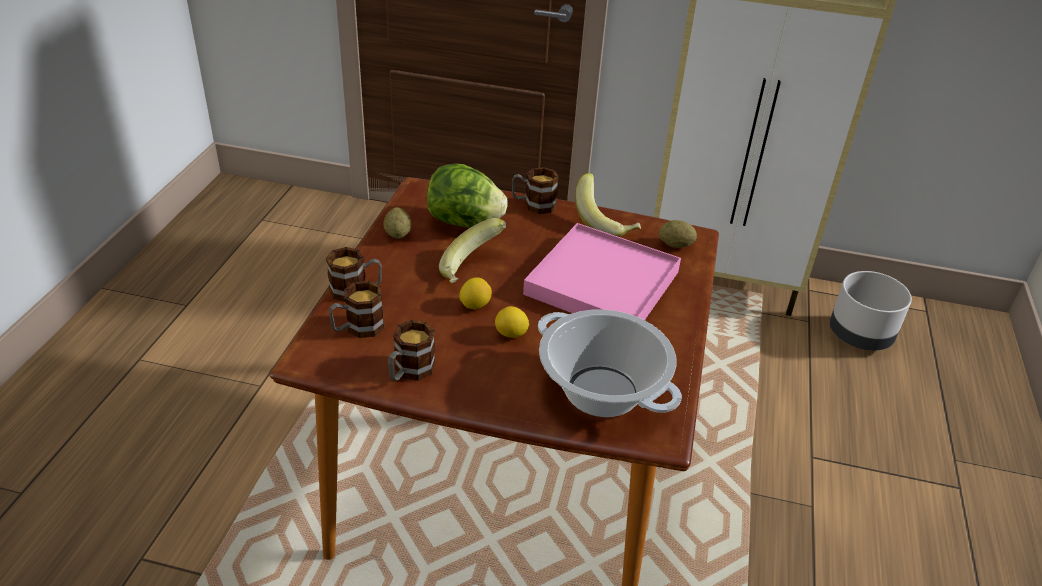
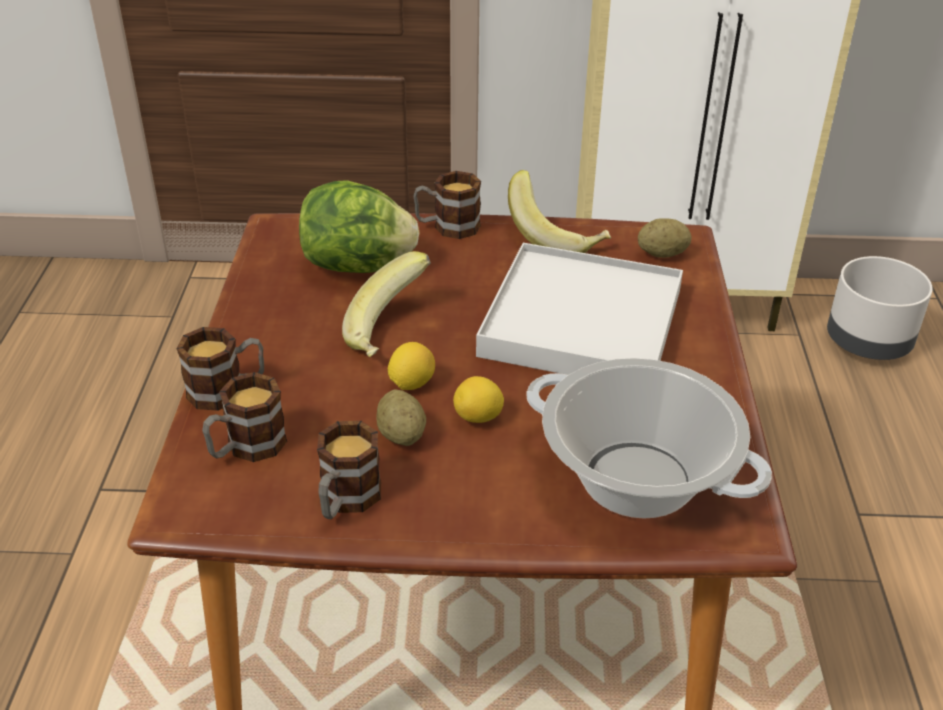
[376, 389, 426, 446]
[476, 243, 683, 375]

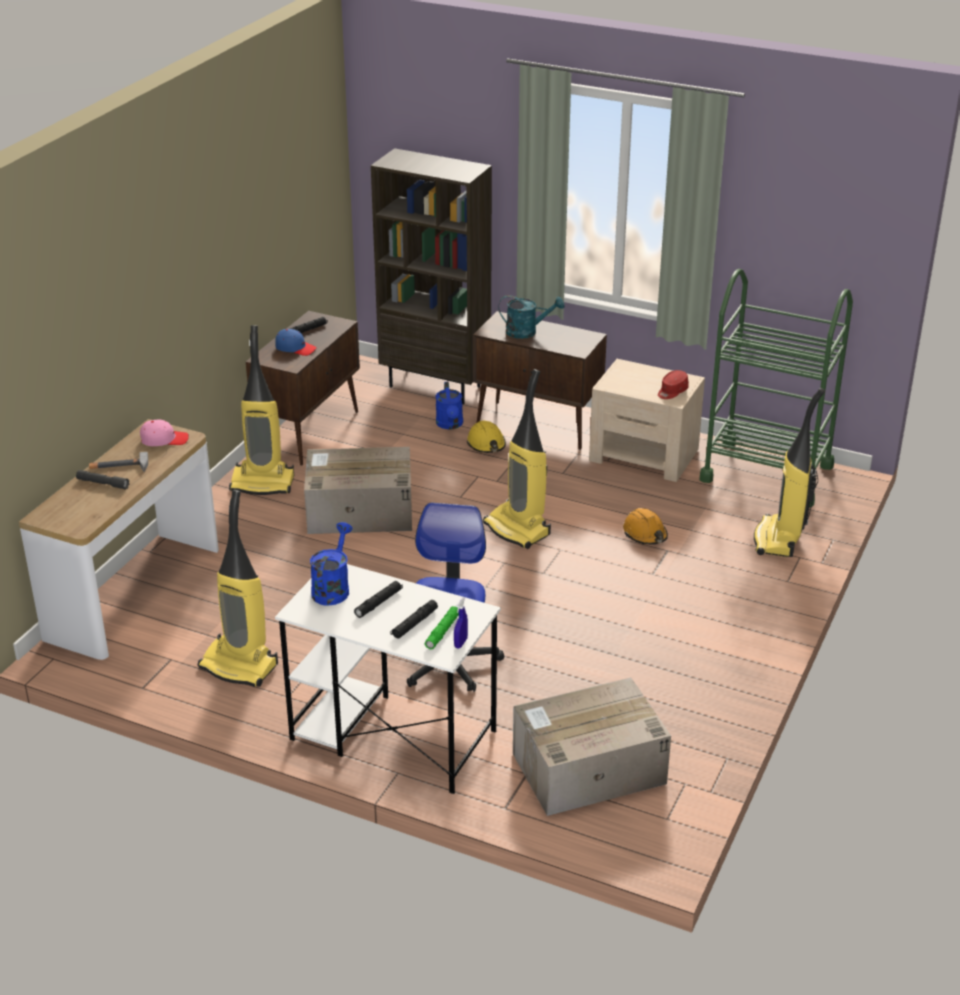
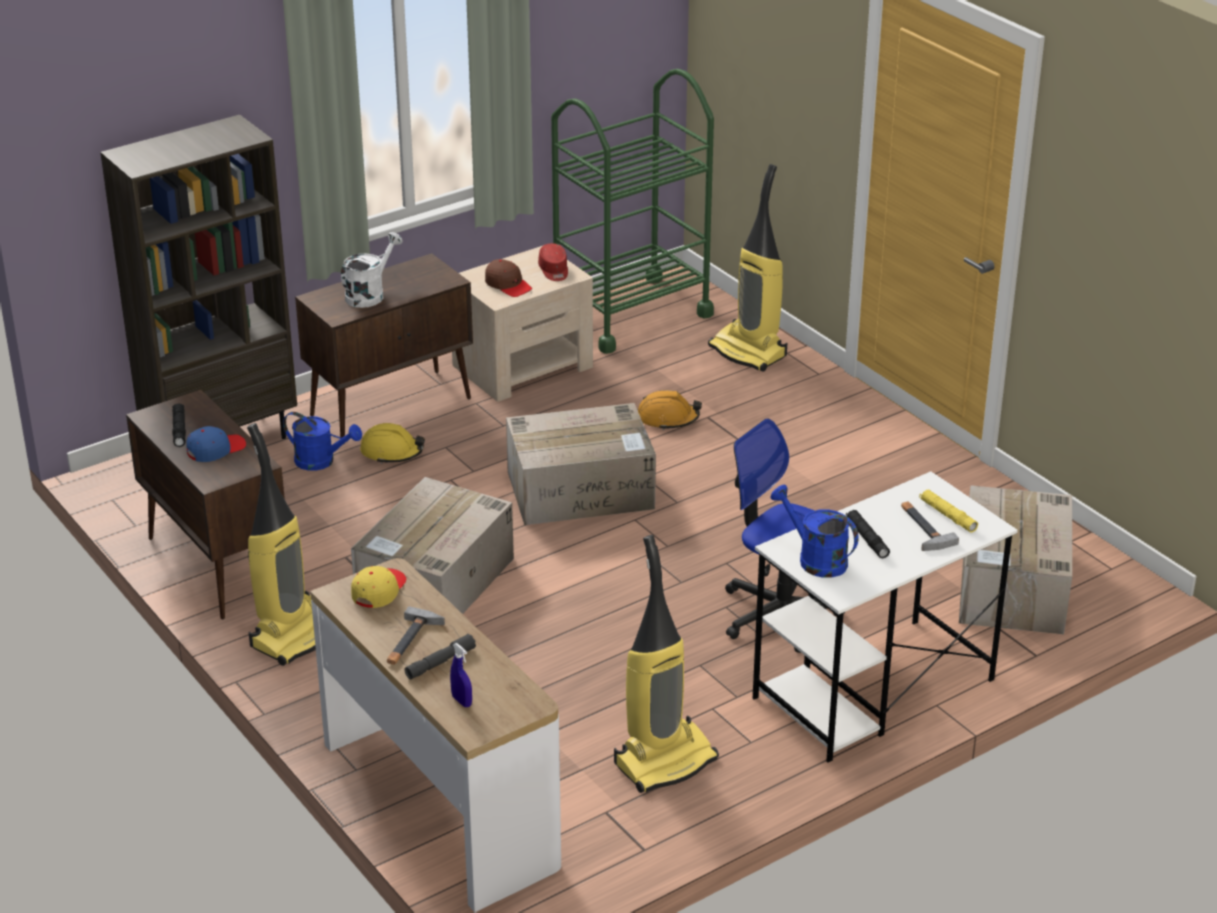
[485, 259, 532, 297]
[450, 643, 472, 707]
[901, 502, 959, 551]
[506, 403, 656, 525]
[351, 566, 406, 608]
[919, 490, 978, 532]
[341, 232, 403, 308]

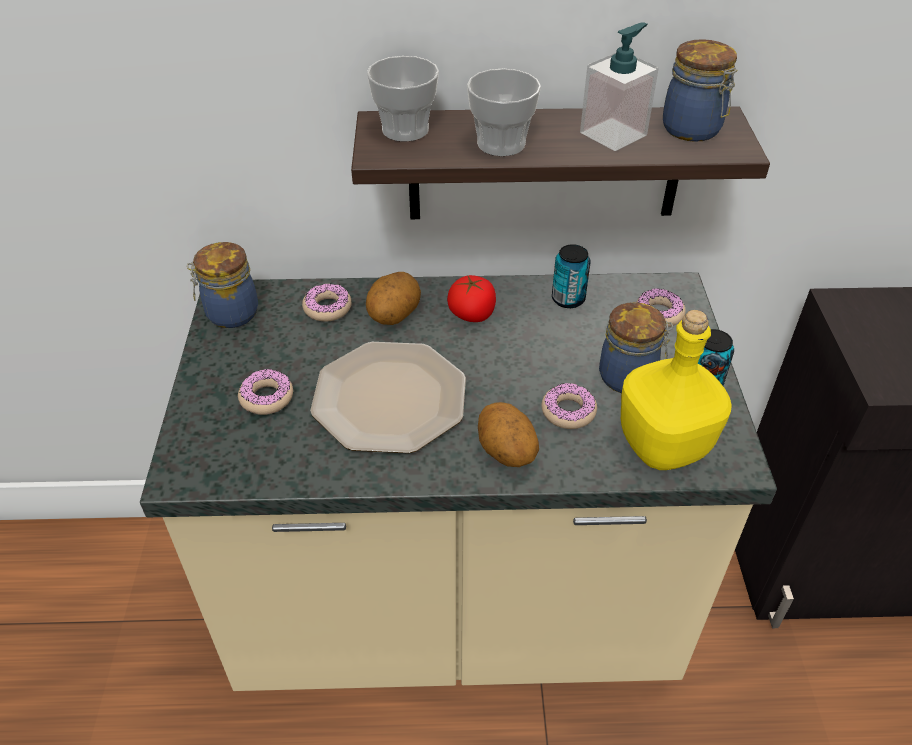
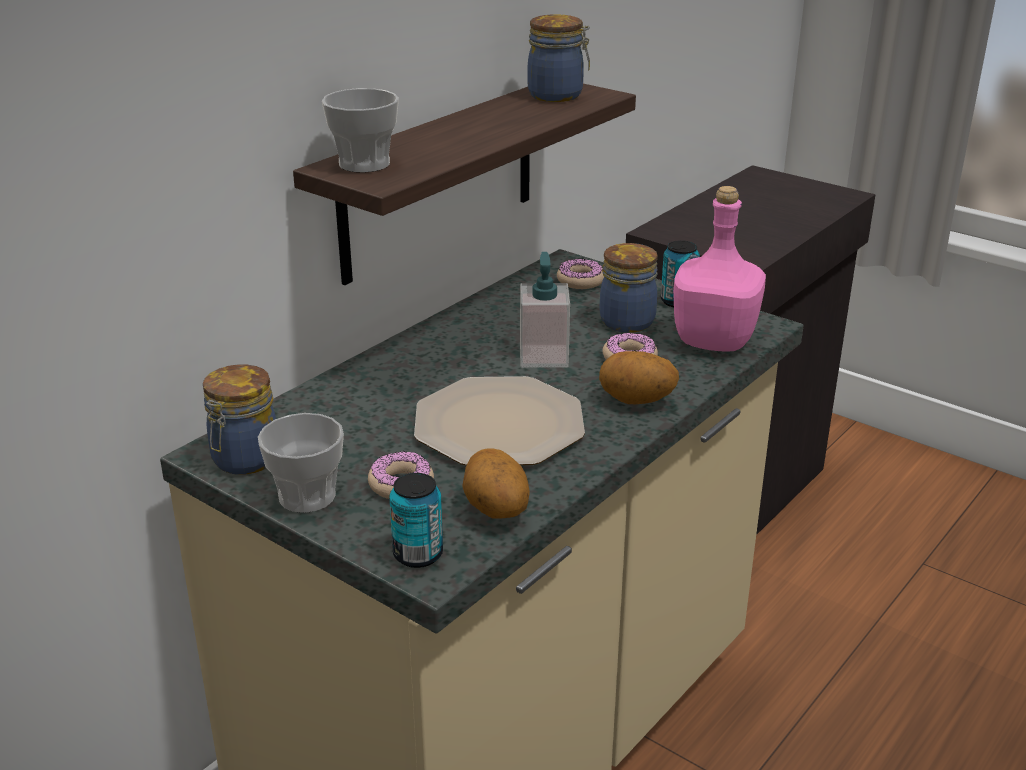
[302, 283, 352, 322] (first image)
[447, 275, 496, 322] (first image)
[462, 448, 530, 519]
[258, 413, 344, 513]
[389, 473, 443, 568]
[520, 252, 570, 368]
[673, 186, 766, 352]

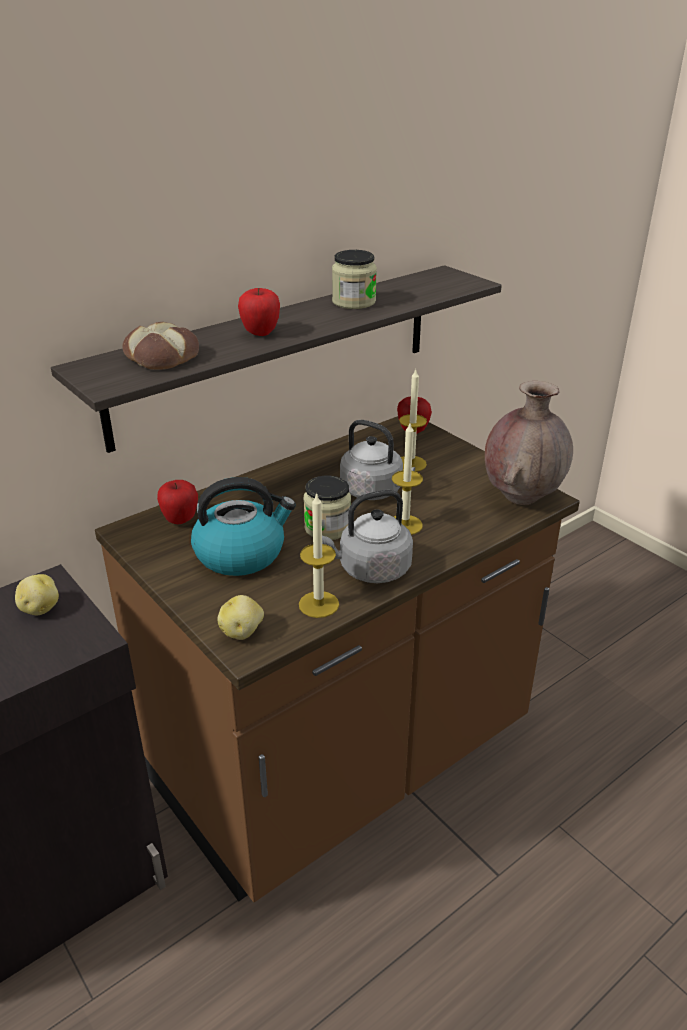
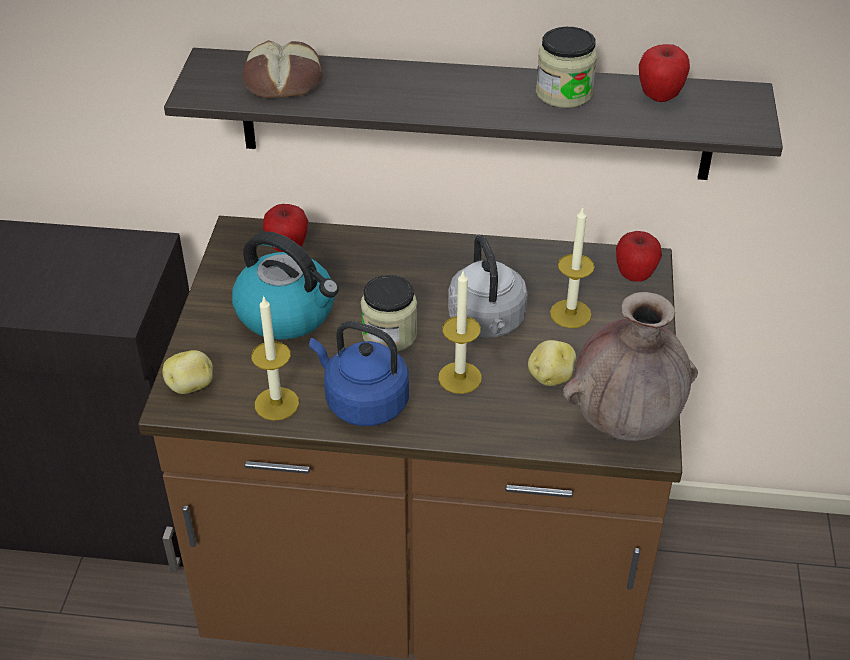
[528, 340, 576, 386]
[639, 44, 690, 102]
[309, 321, 409, 426]

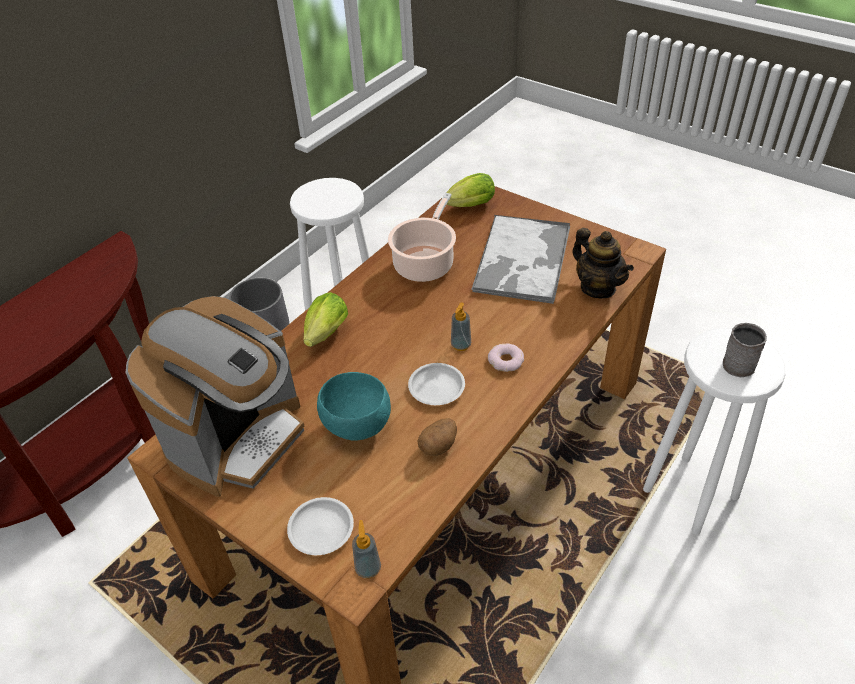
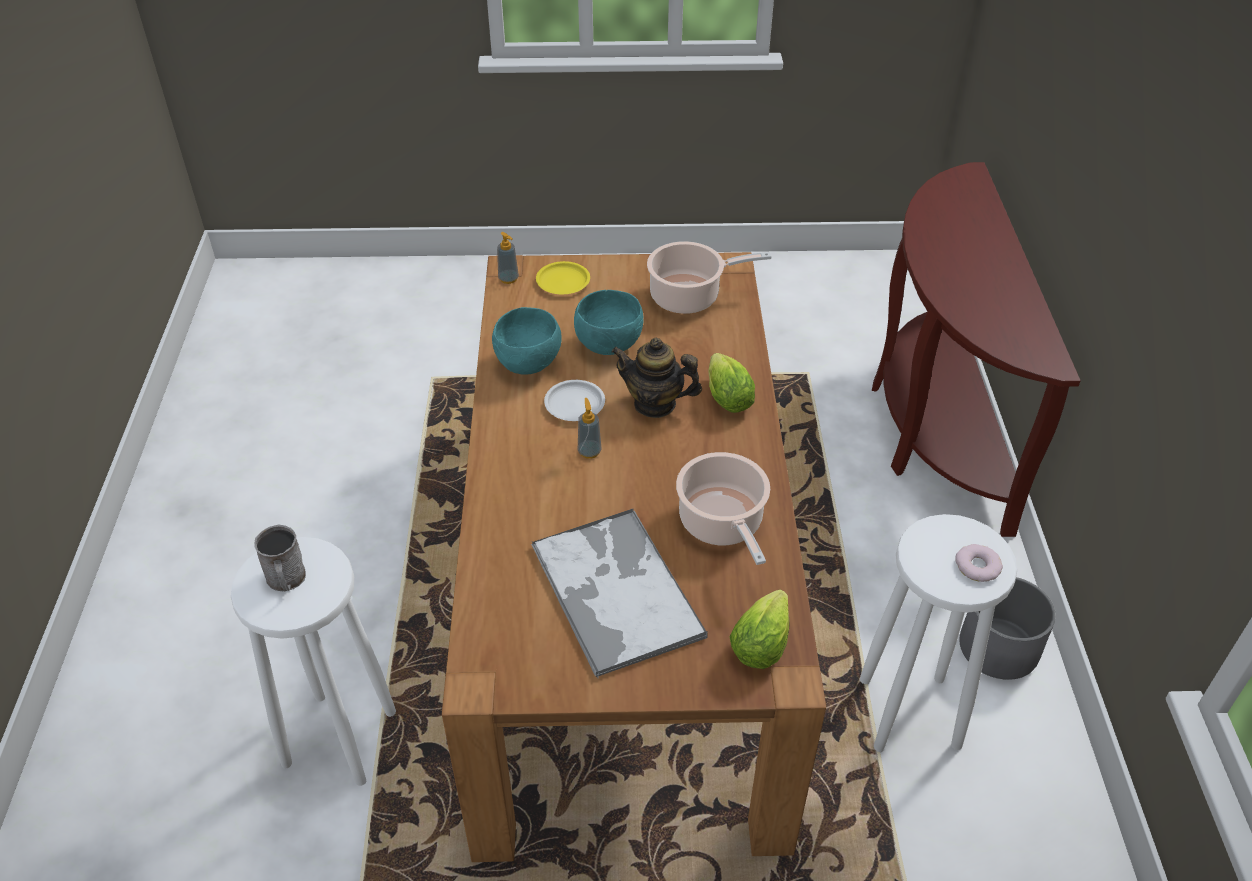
[955, 544, 1003, 582]
[611, 338, 702, 418]
[647, 241, 772, 314]
[492, 307, 562, 375]
[536, 261, 590, 294]

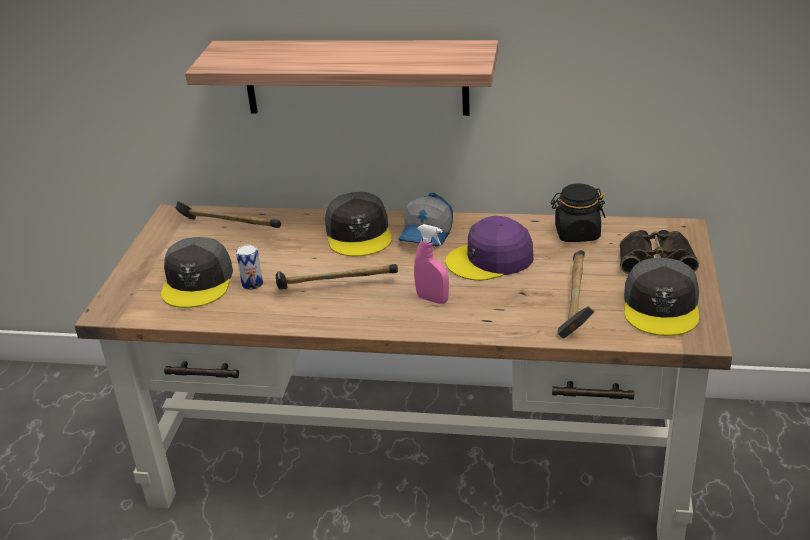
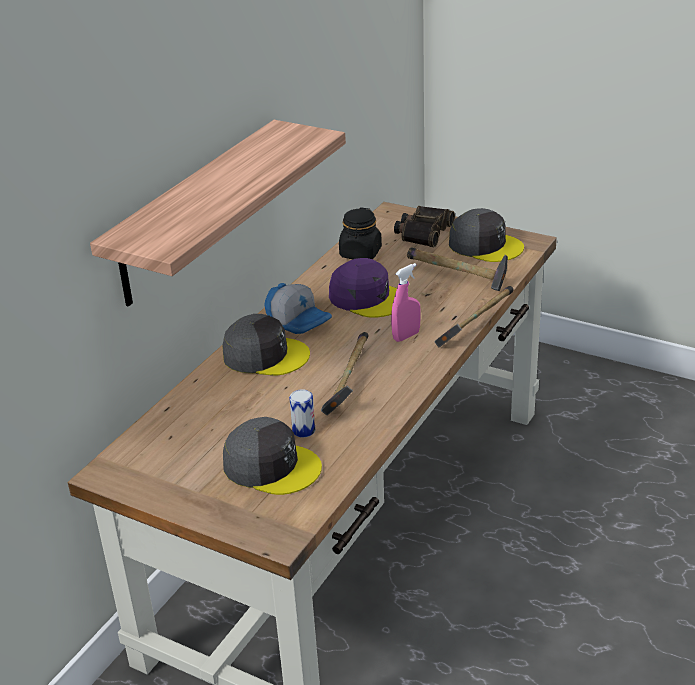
[434, 286, 513, 347]
[329, 258, 397, 318]

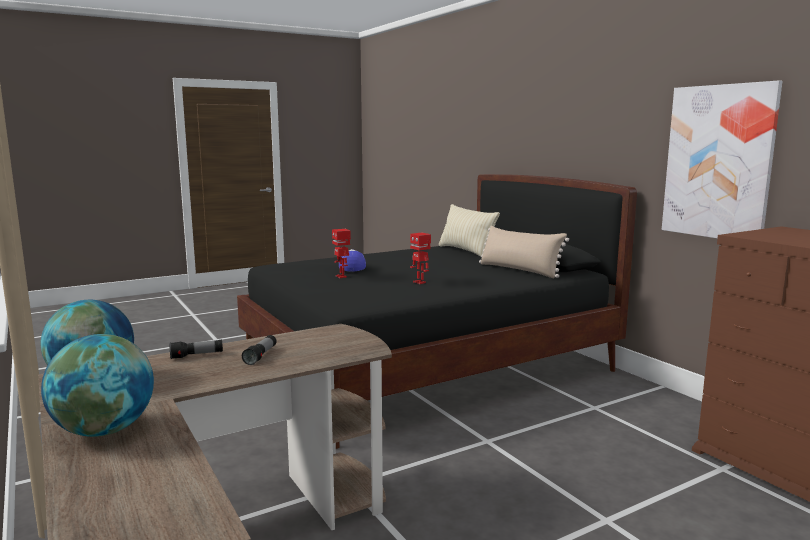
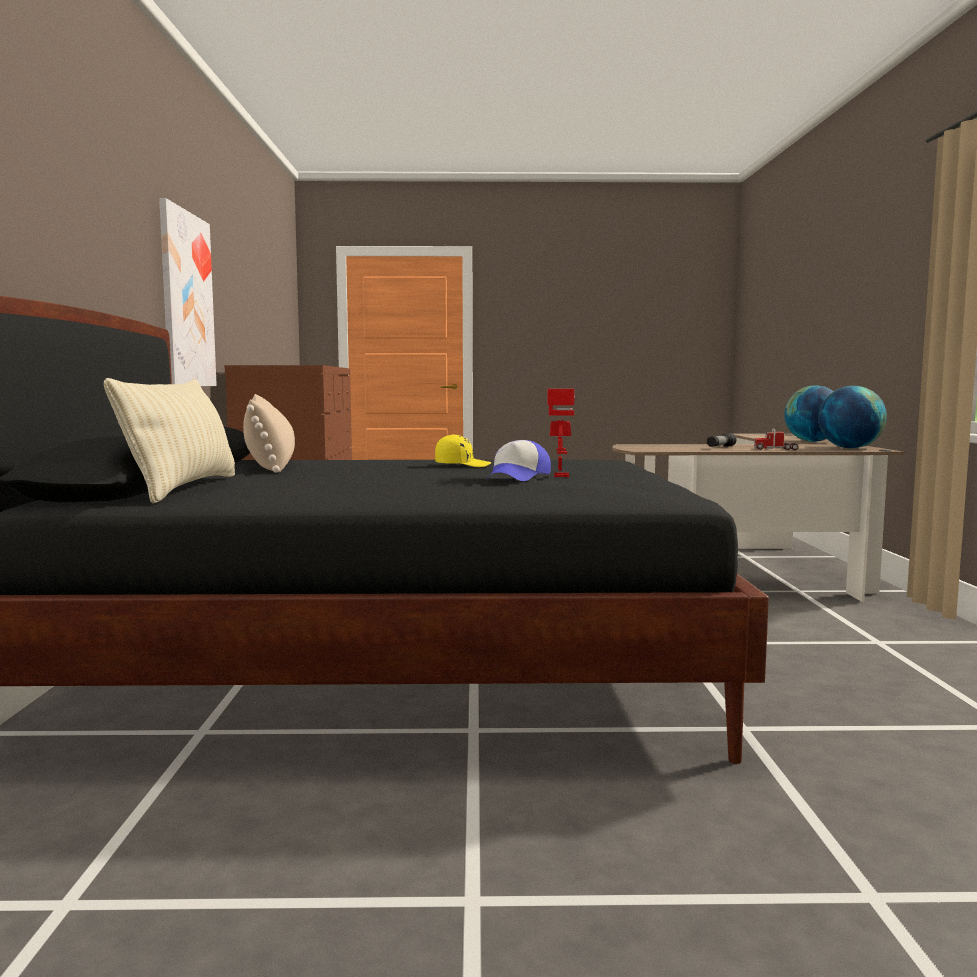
[754, 428, 799, 450]
[435, 434, 491, 467]

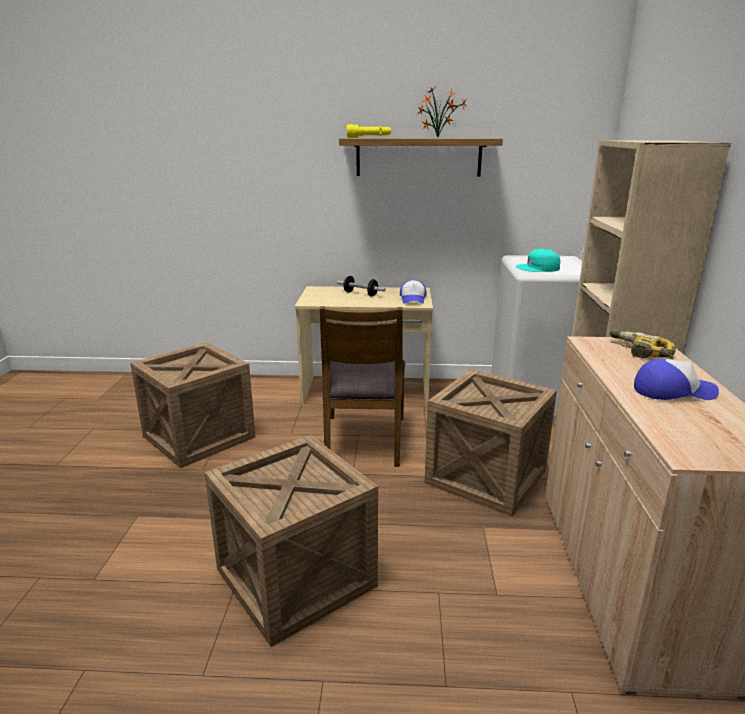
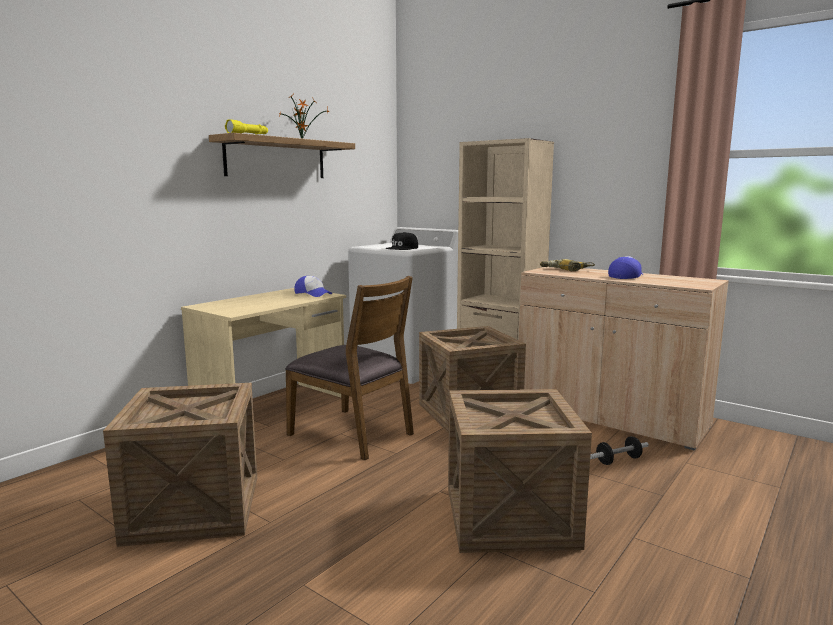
[590, 436, 649, 465]
[385, 232, 418, 250]

